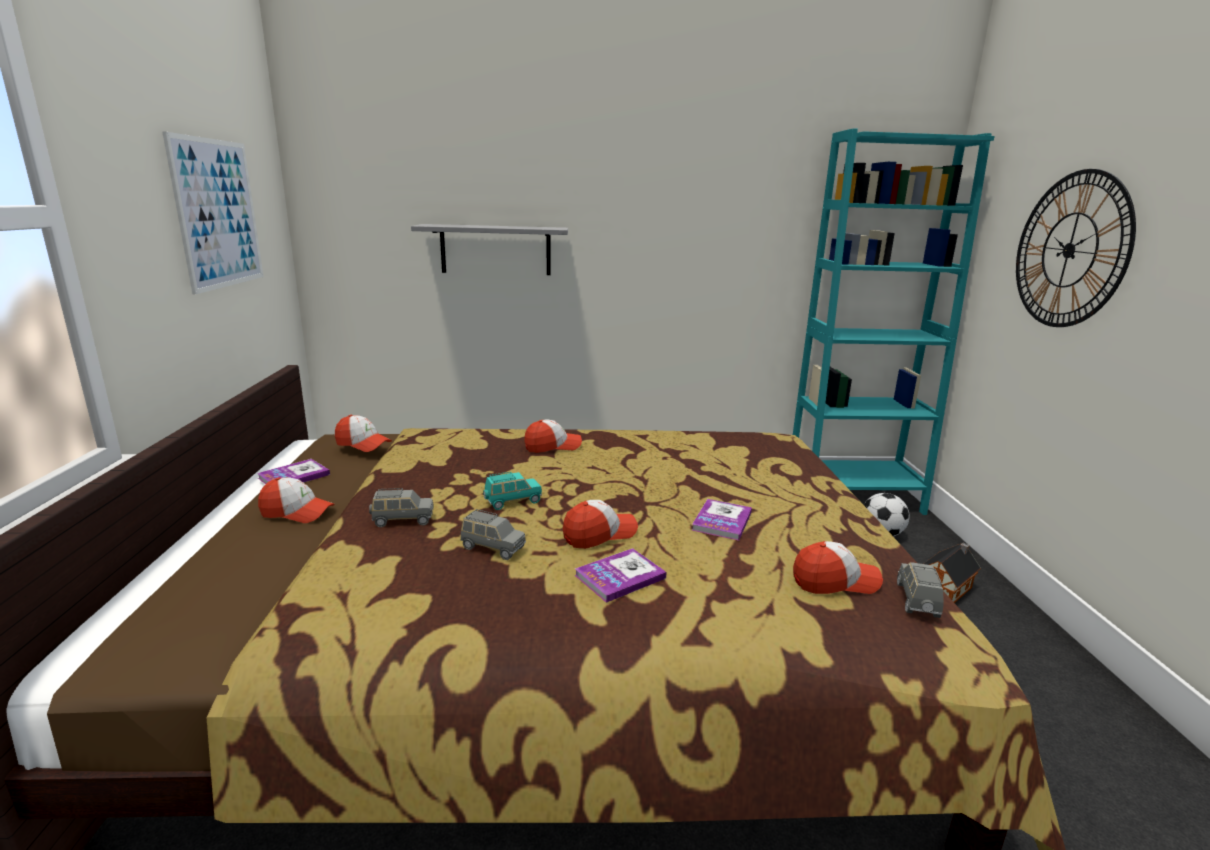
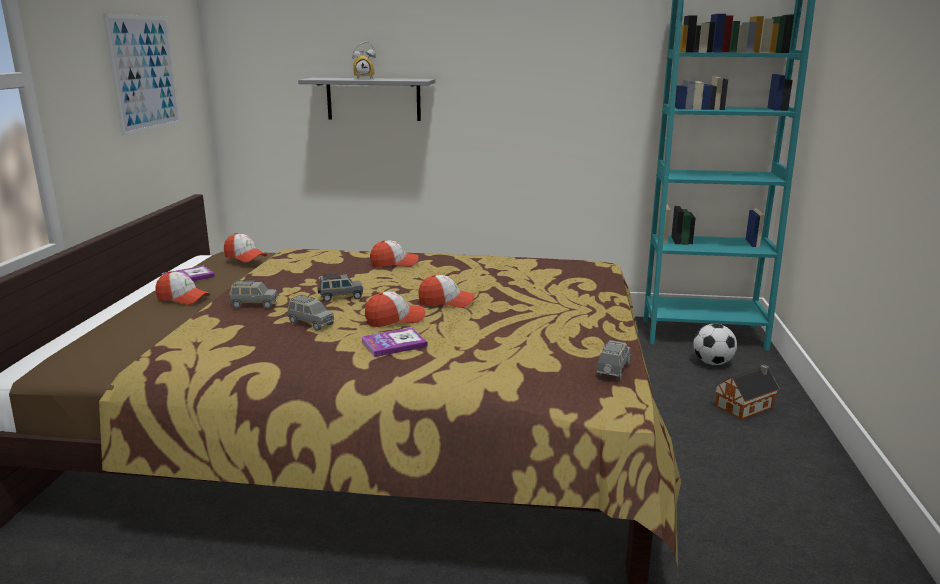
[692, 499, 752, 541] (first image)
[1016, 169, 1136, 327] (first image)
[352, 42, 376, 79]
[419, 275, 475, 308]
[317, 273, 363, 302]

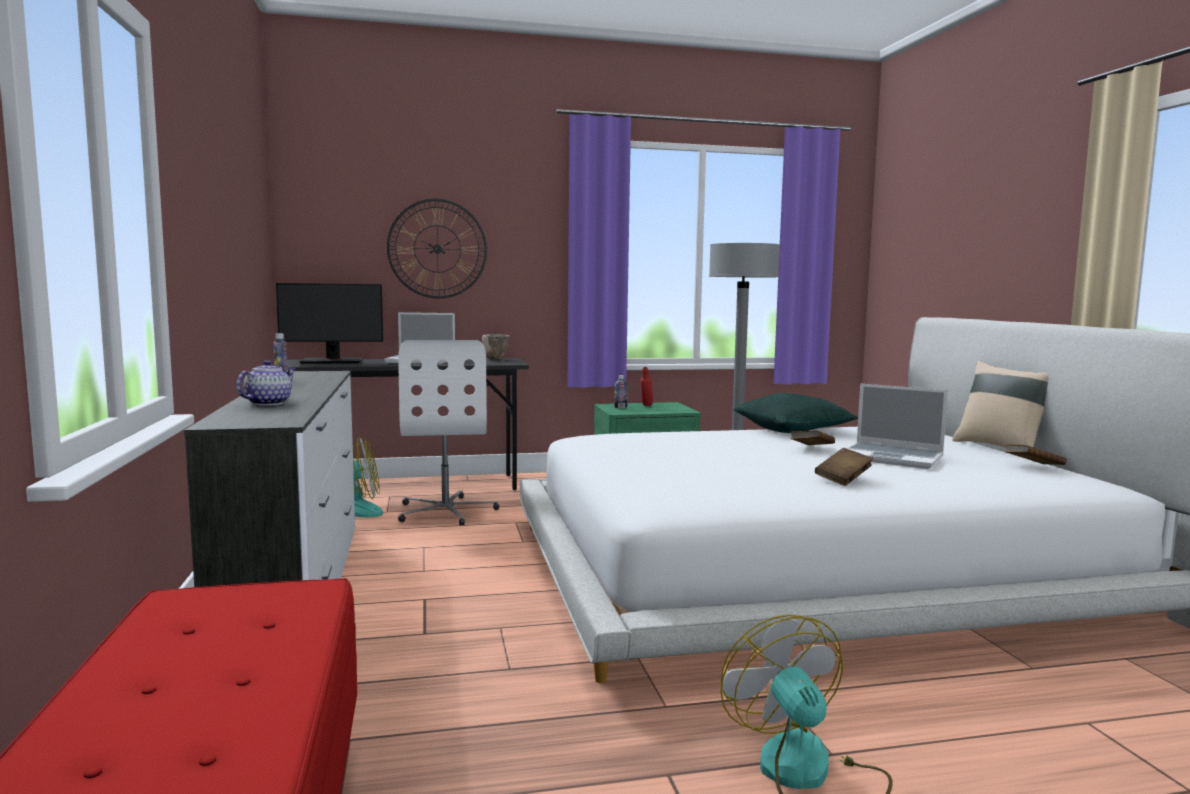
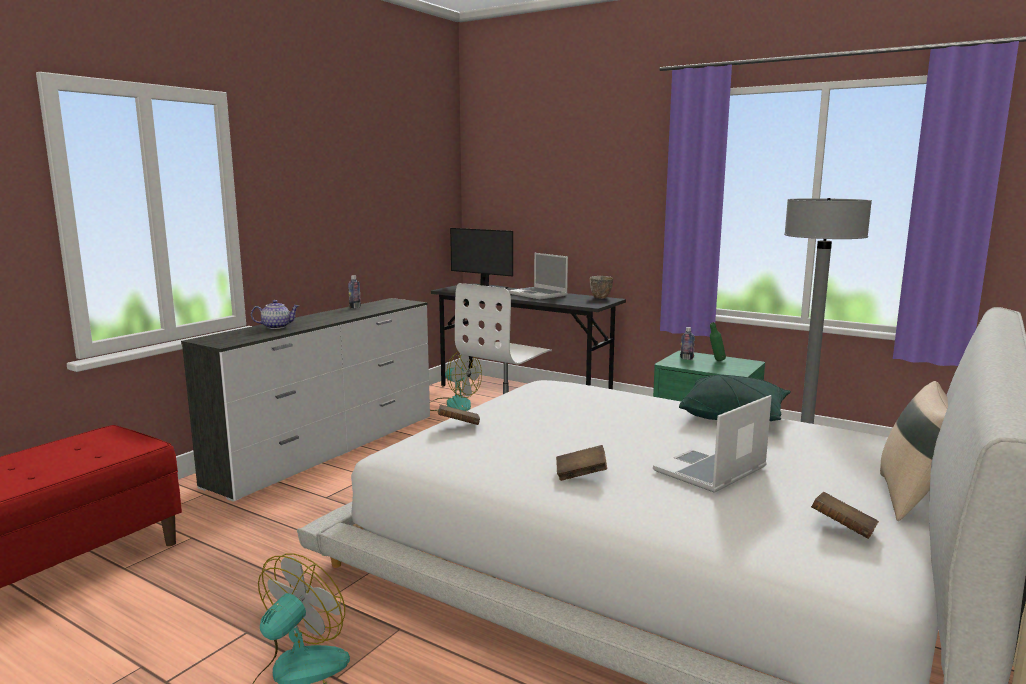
[387, 198, 487, 299] (first image)
[438, 404, 480, 425]
[710, 322, 726, 361]
[653, 395, 772, 493]

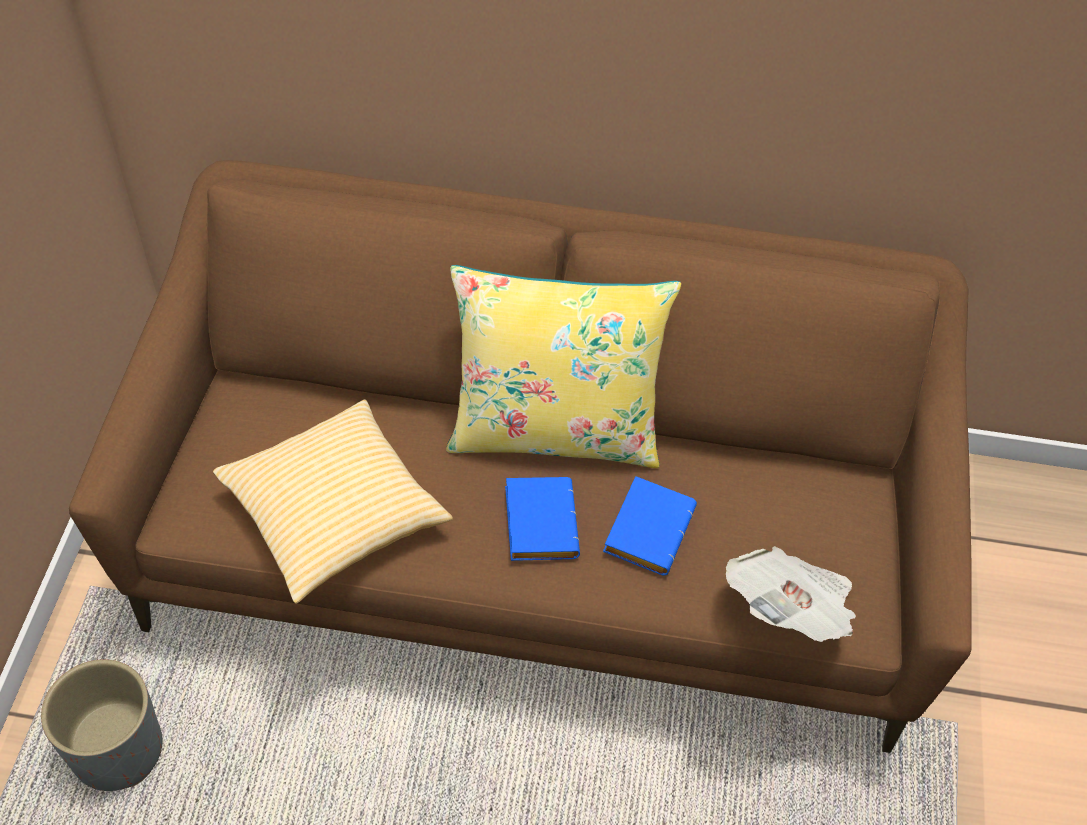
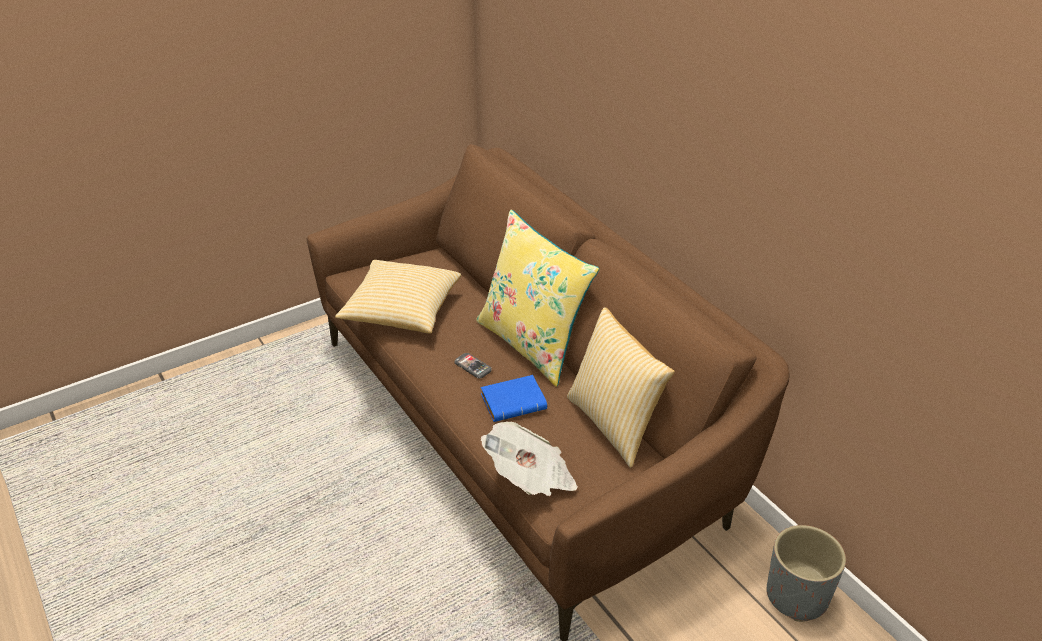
[567, 307, 675, 468]
[767, 525, 846, 622]
[454, 353, 492, 378]

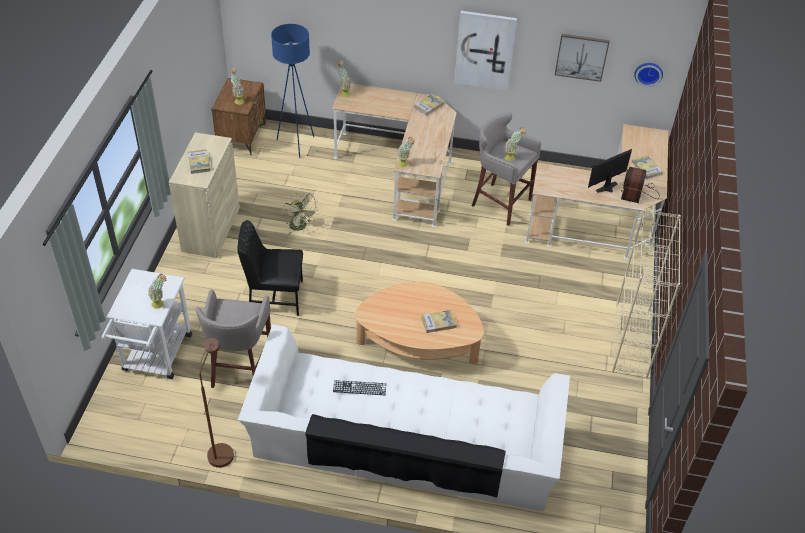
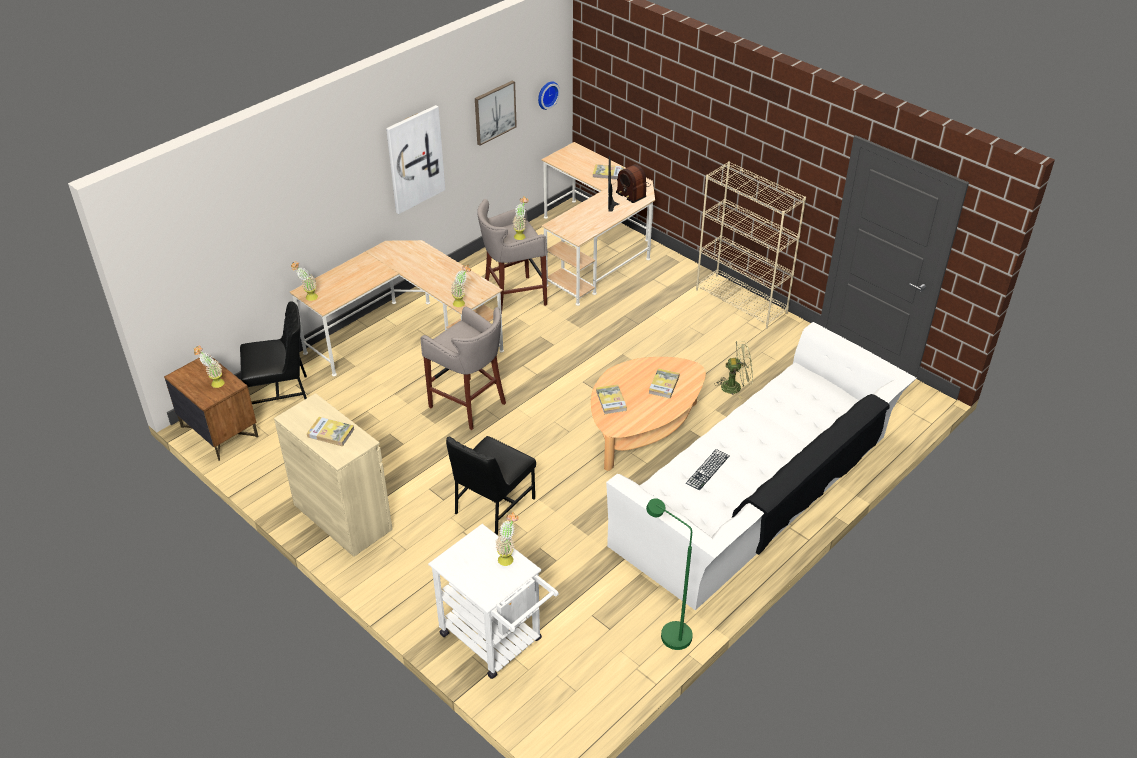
[421, 307, 506, 430]
[716, 341, 753, 399]
[596, 384, 627, 414]
[240, 301, 307, 404]
[646, 498, 693, 650]

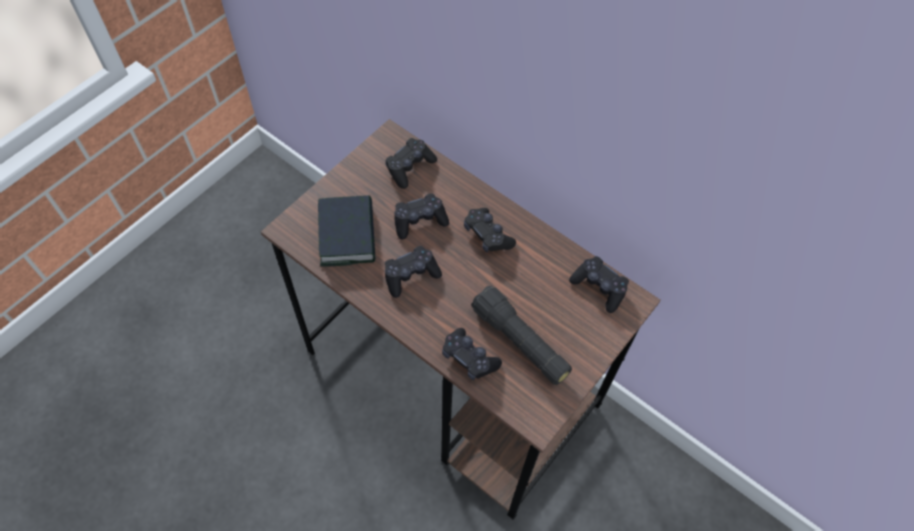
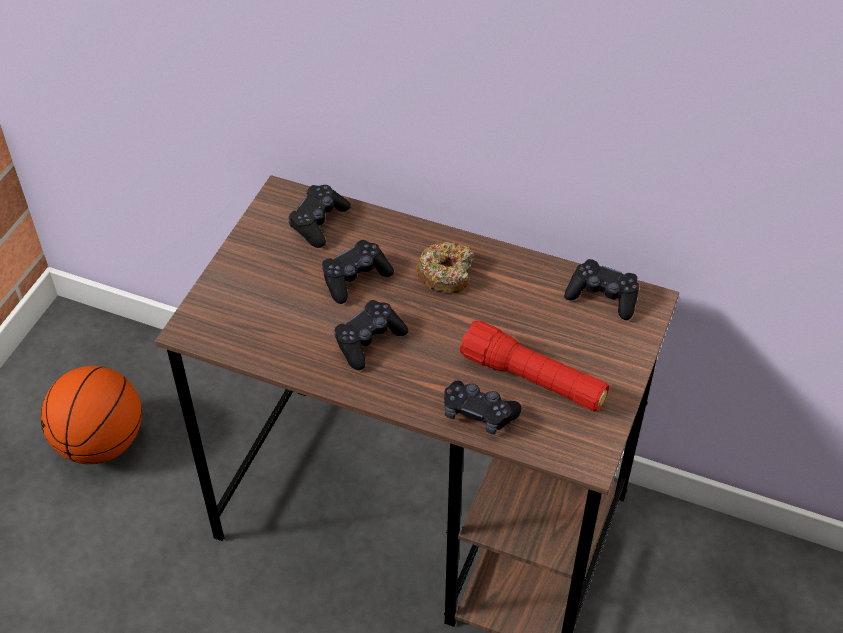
[318, 195, 375, 267] (first image)
[41, 366, 142, 464]
[416, 242, 474, 293]
[459, 321, 609, 412]

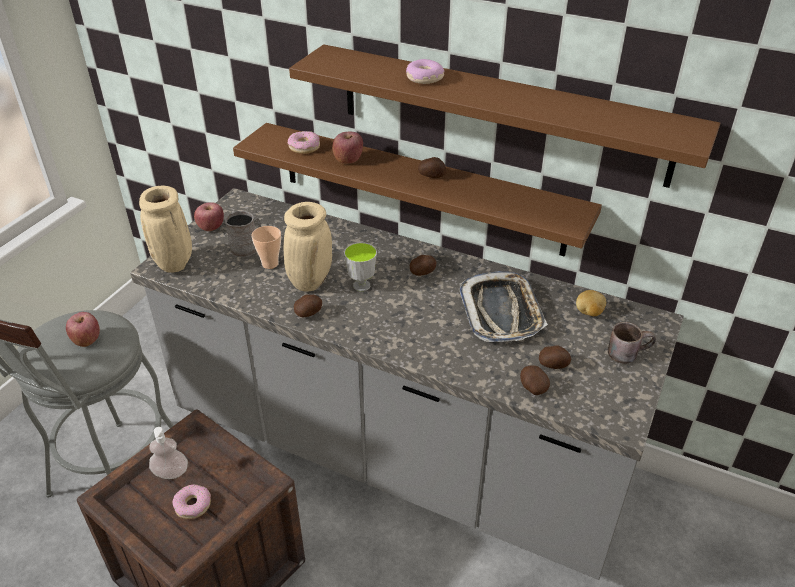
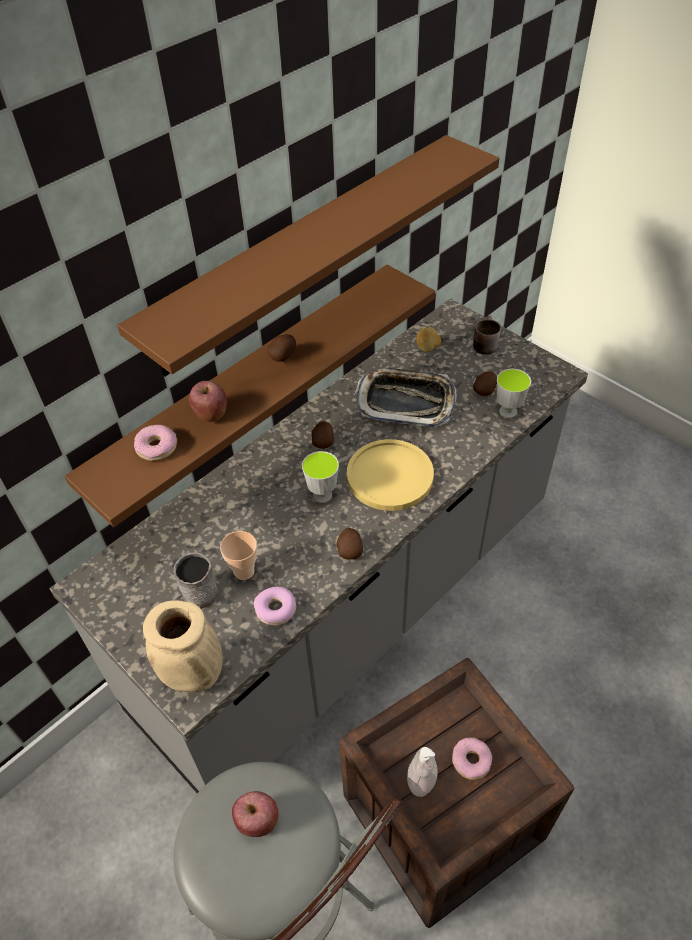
[194, 202, 224, 231] (first image)
[284, 202, 332, 291] (first image)
[347, 439, 434, 511]
[254, 586, 296, 625]
[497, 369, 531, 418]

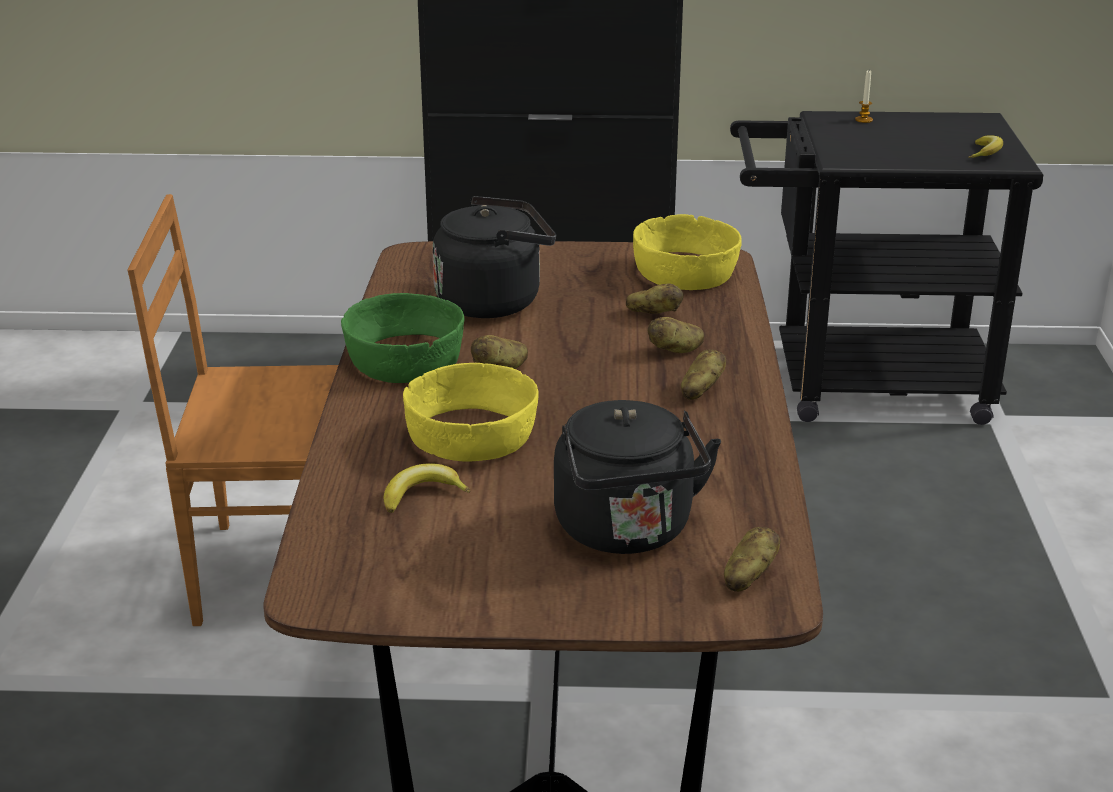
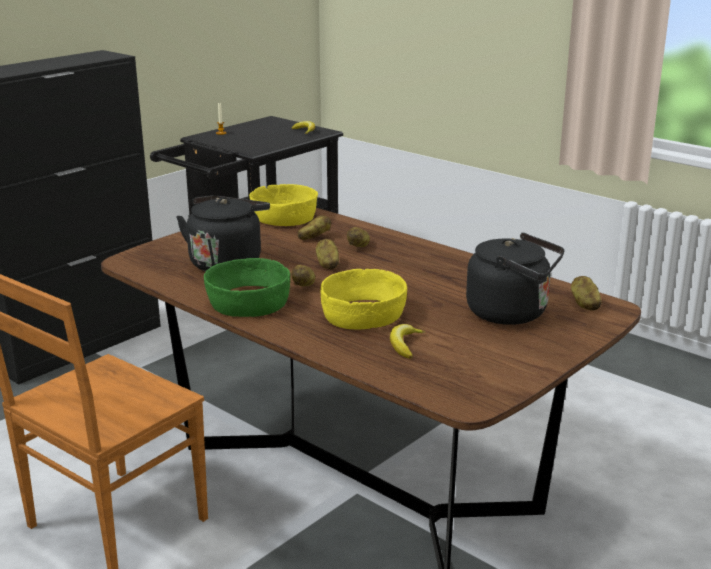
[316, 239, 339, 270]

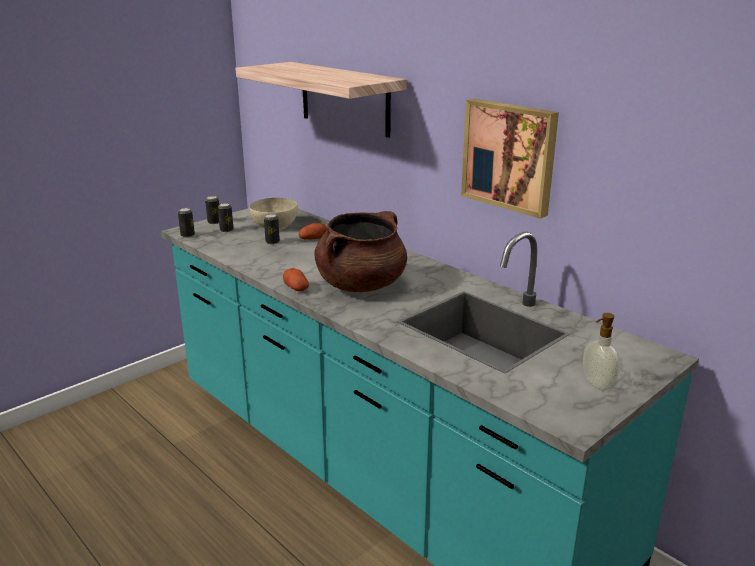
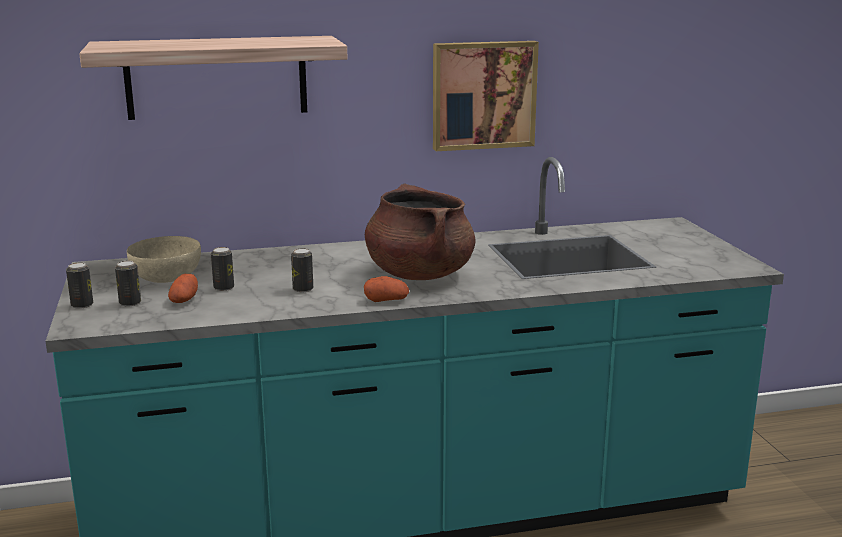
[583, 313, 620, 390] (first image)
[291, 248, 313, 292]
[168, 274, 198, 303]

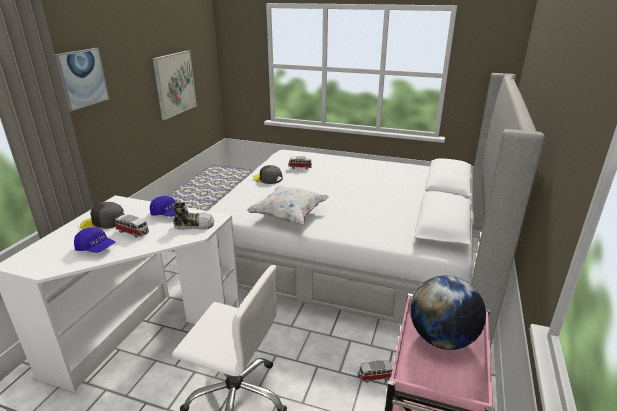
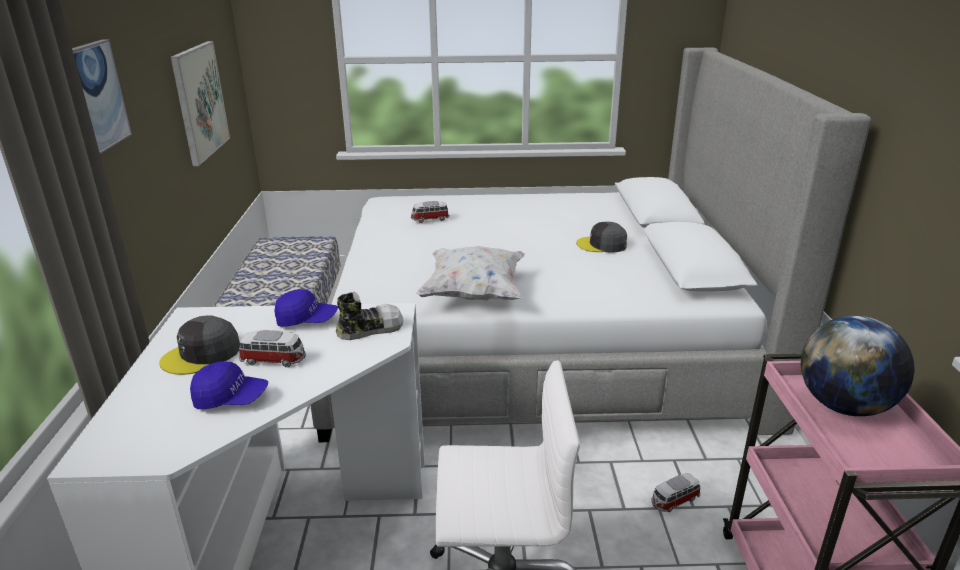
[576, 221, 627, 253]

